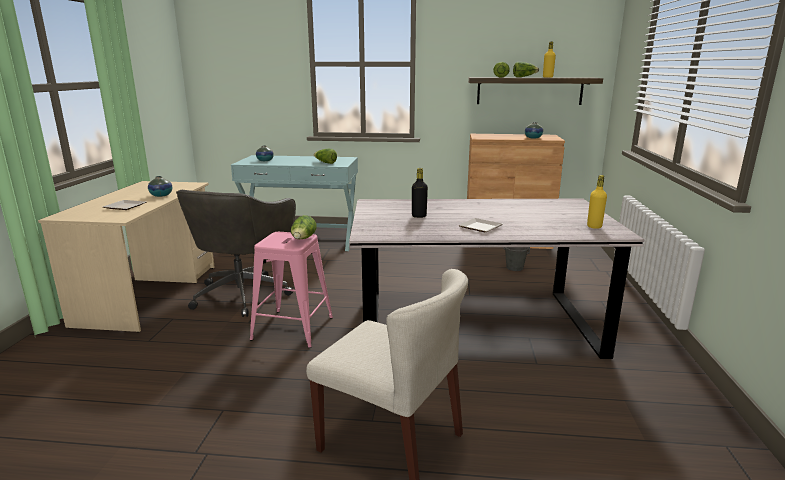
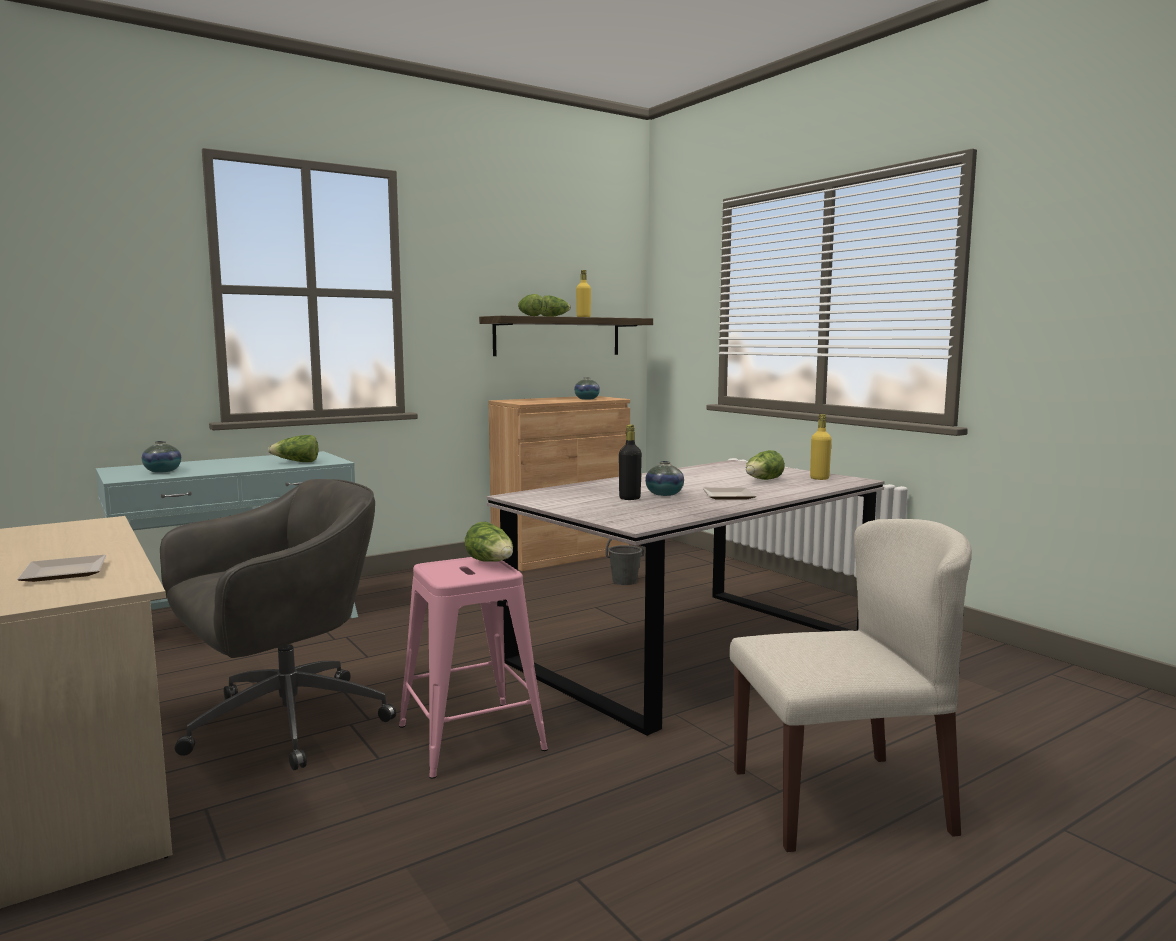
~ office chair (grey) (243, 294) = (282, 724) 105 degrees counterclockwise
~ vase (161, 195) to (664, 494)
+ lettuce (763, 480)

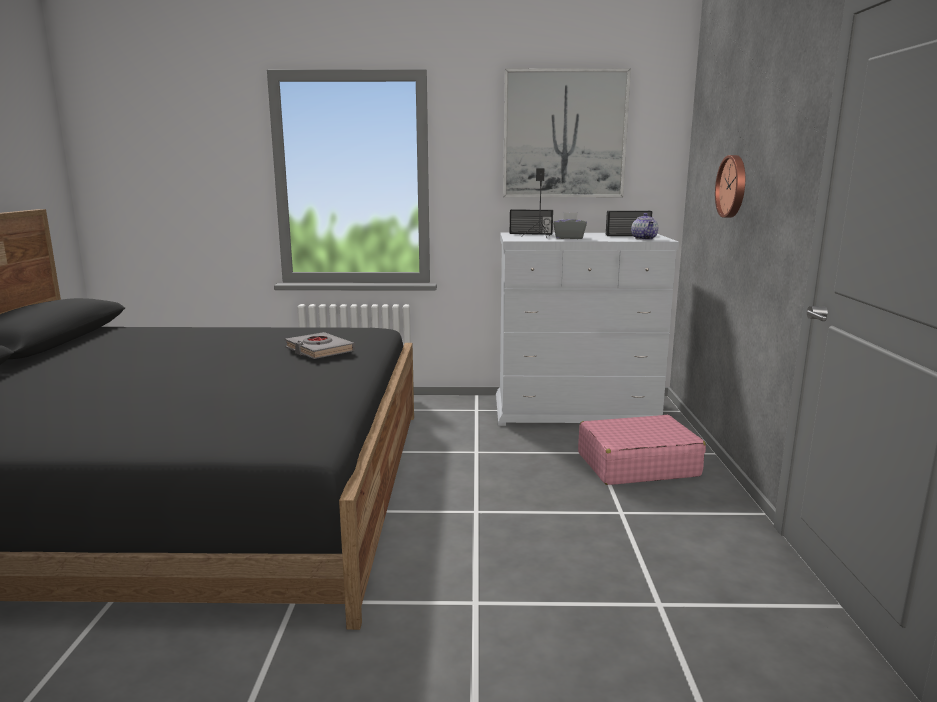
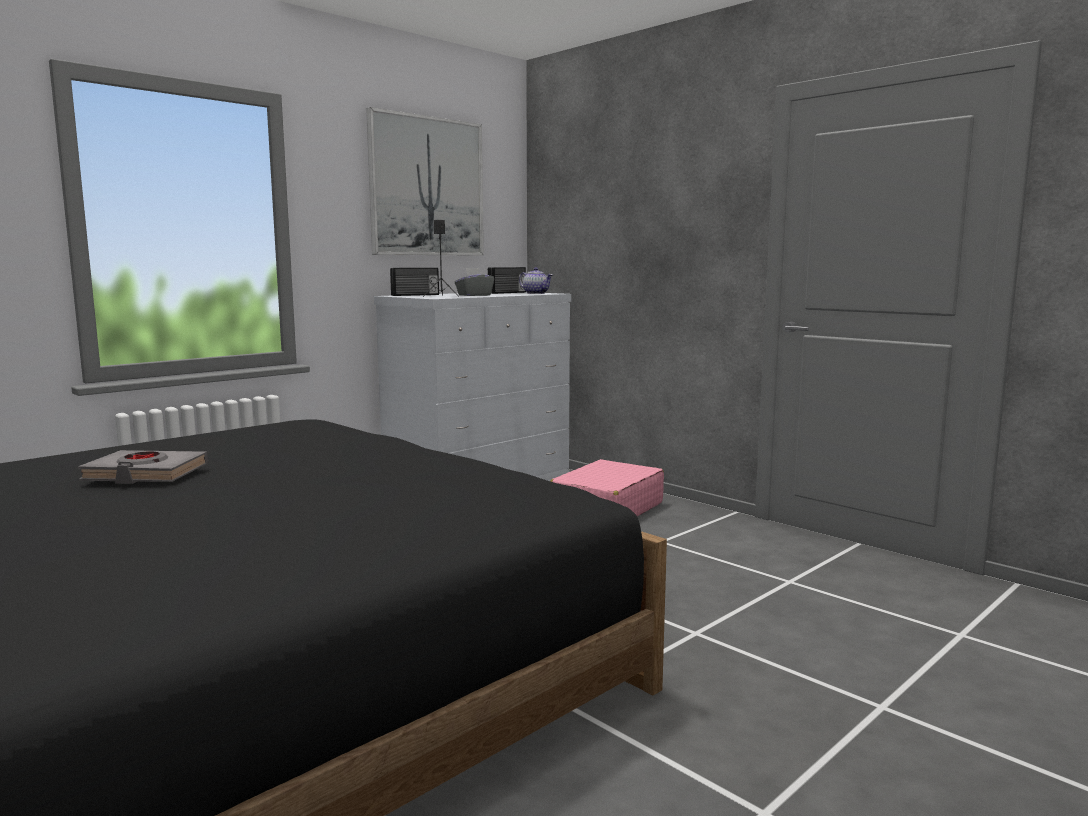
~ book (grey) (319, 350) to (145, 474)
- wall clock (733, 186)

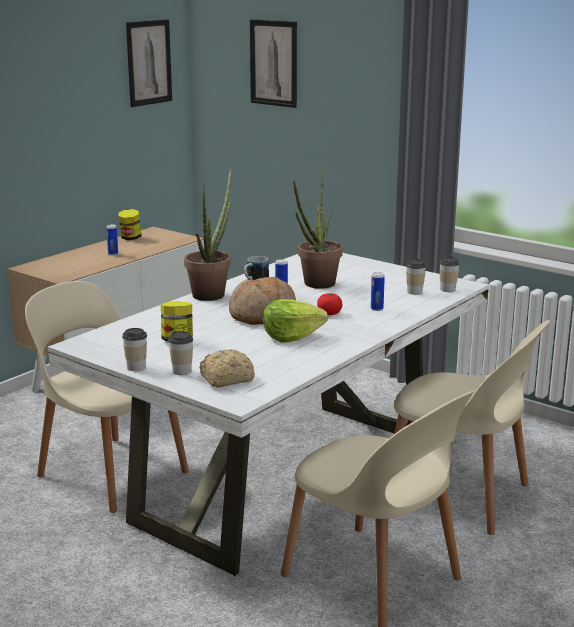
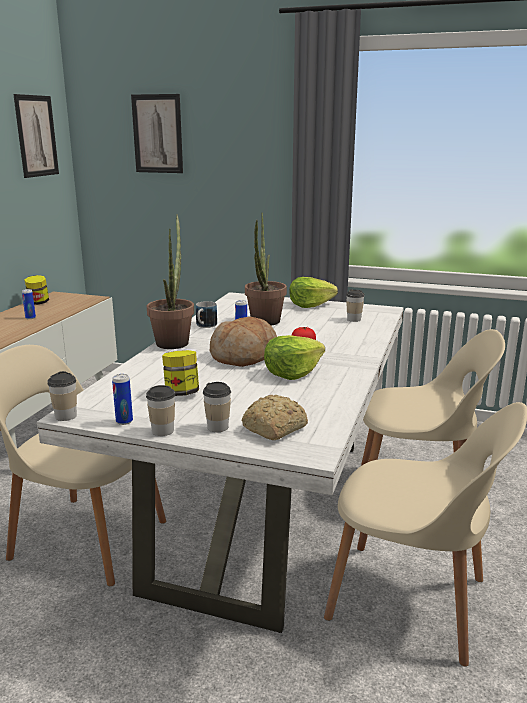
~ cup (447, 289) to (66, 416)
~ can (377, 309) to (124, 421)
+ lettuce (310, 305)

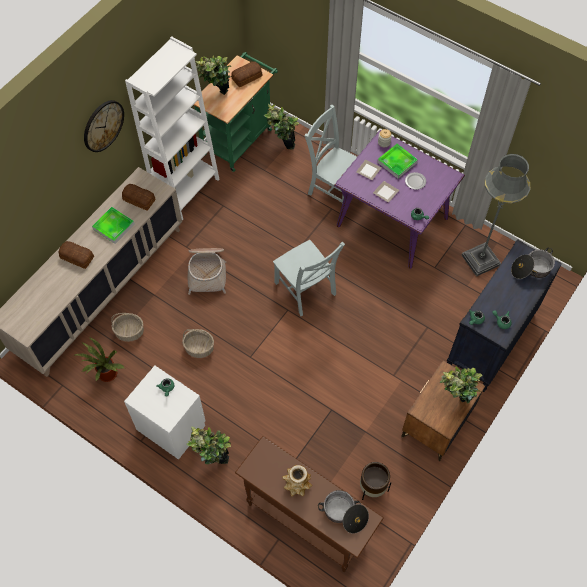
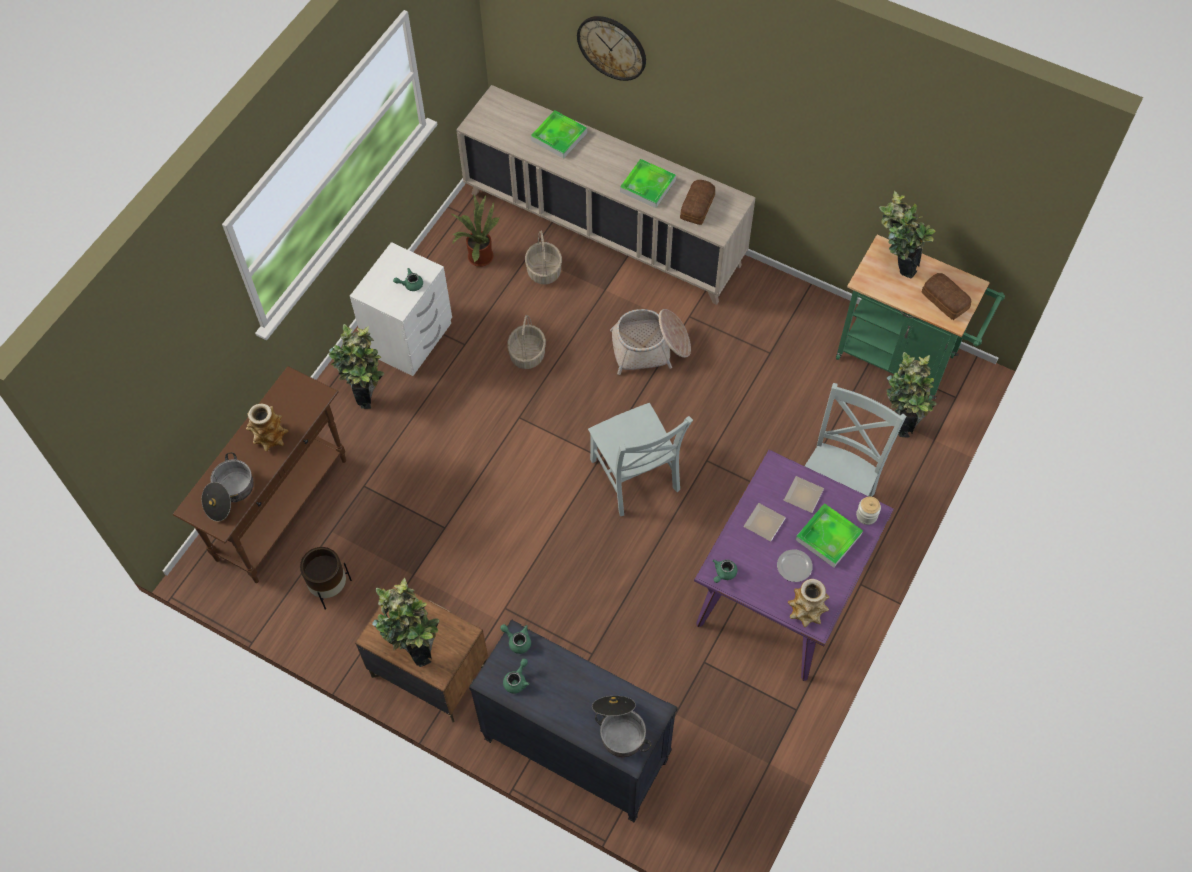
+ tray (559, 136)
~ wall clock (103, 125) to (612, 47)
~ chair (grey) (306, 290) = (635, 478) 75 degrees counterclockwise
+ vase (806, 611)
- bread (77, 256)
- bookcase (white) (187, 191)
- floor lamp (grey) (480, 260)

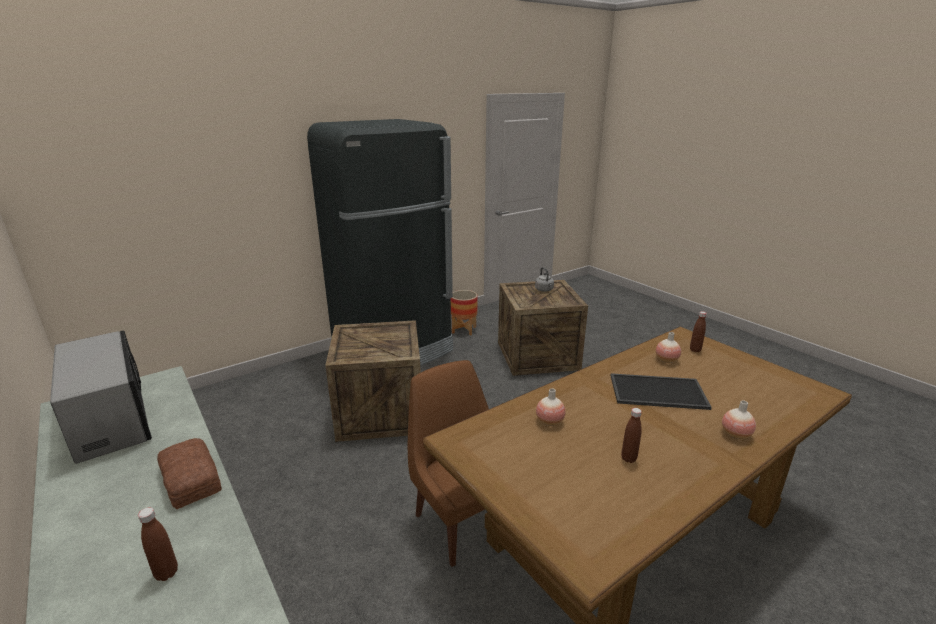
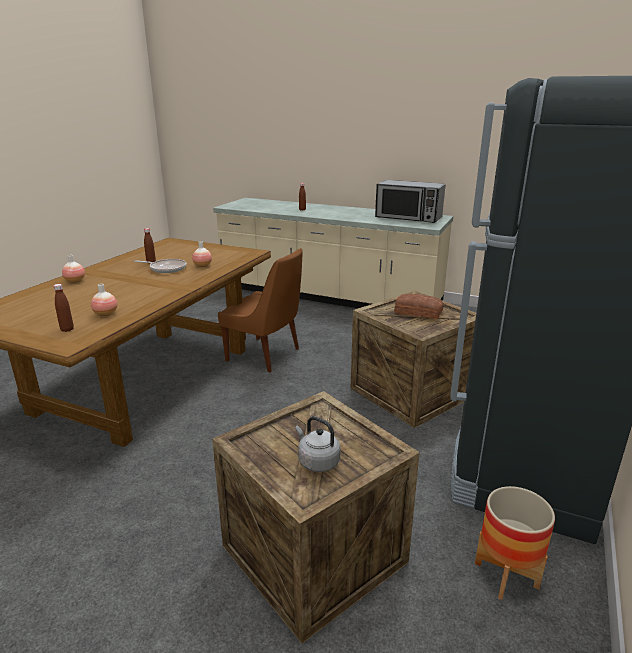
+ frying pan (166, 268)
~ bread (189, 480) to (418, 312)
- tray (657, 392)

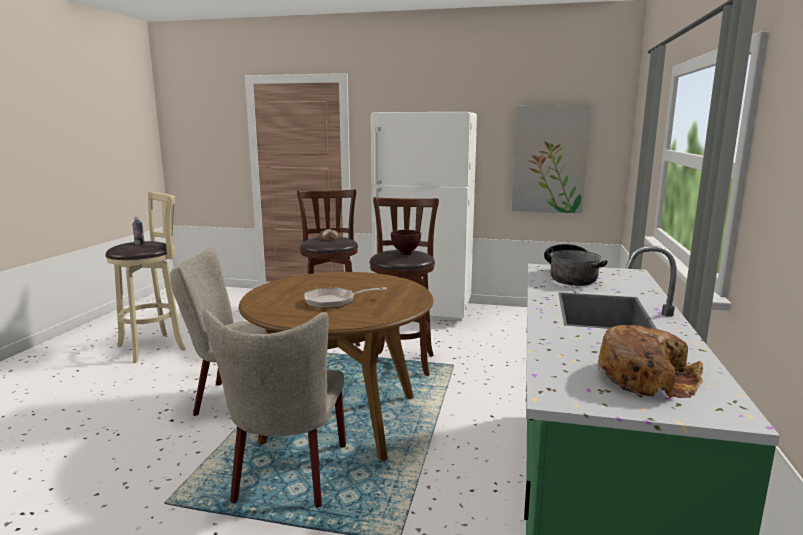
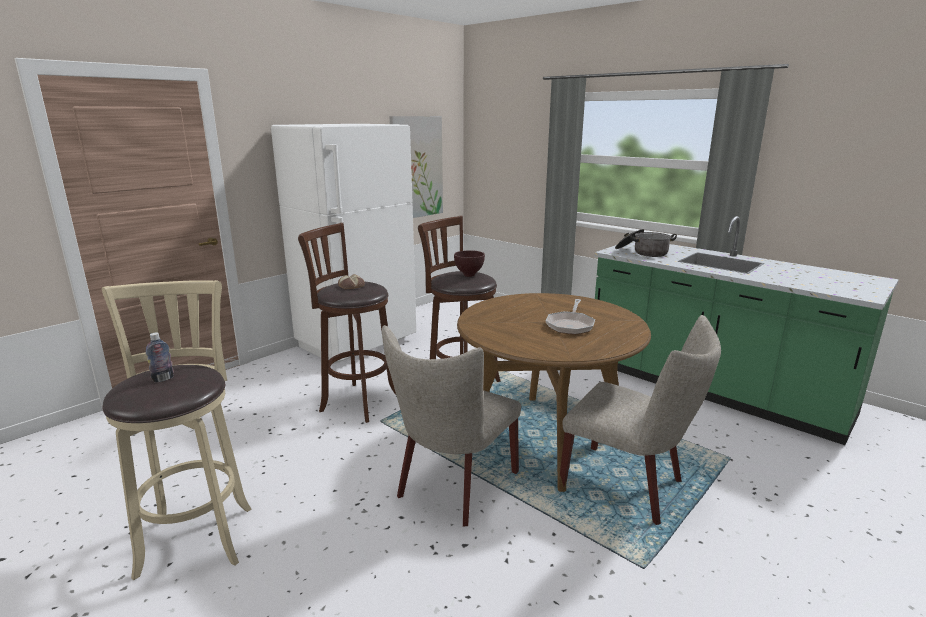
- bread (646, 377)

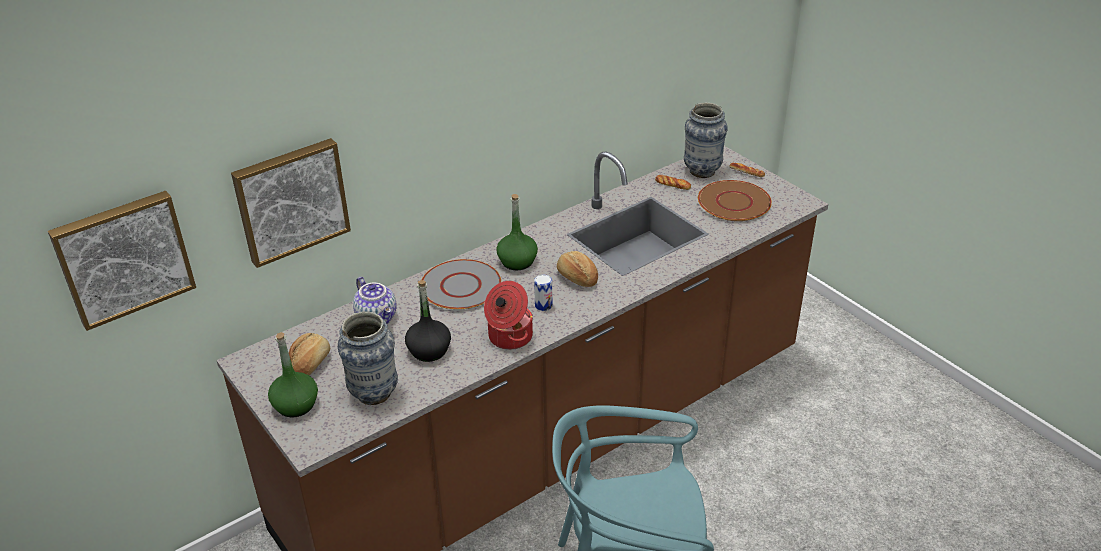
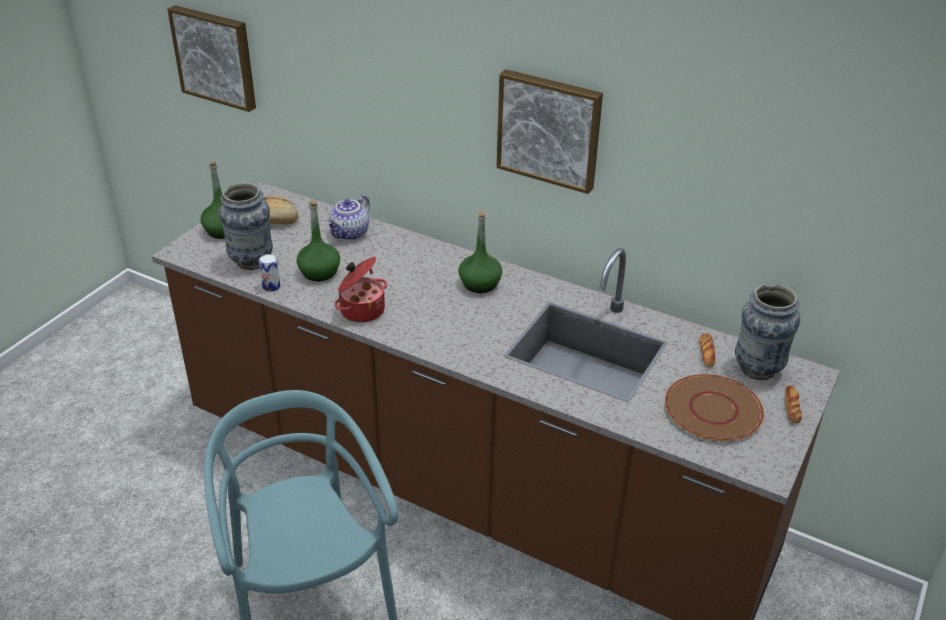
~ can (543, 305) to (271, 286)
~ bottle (black) (429, 350) to bottle (green) (319, 272)
~ picture (291, 200) to (550, 129)
- plate (grey) (461, 286)
- bread (576, 278)

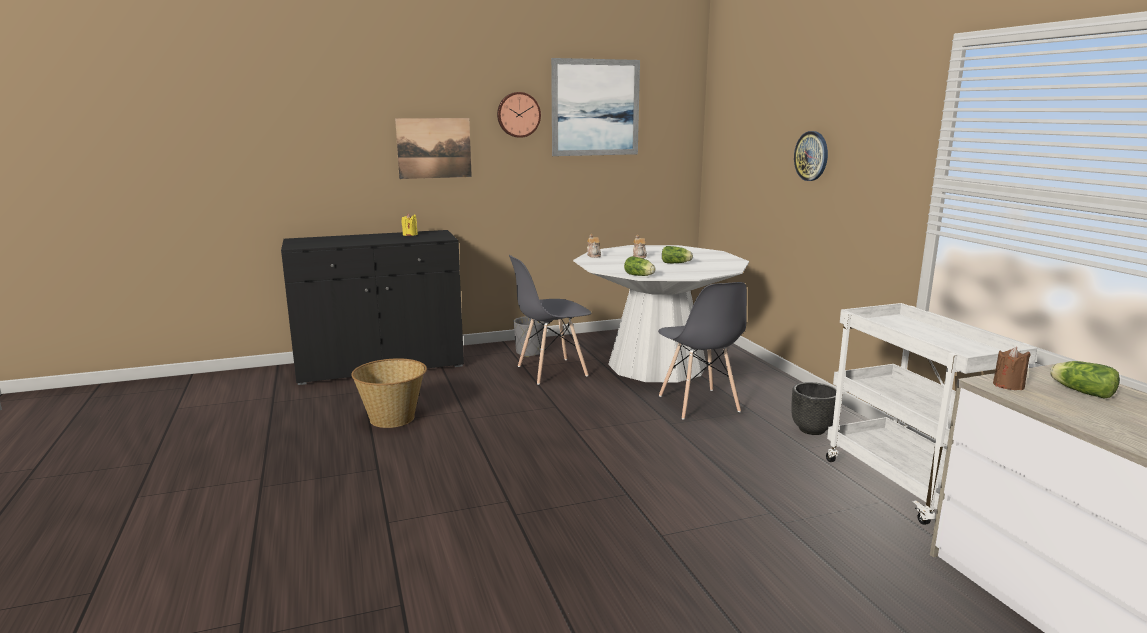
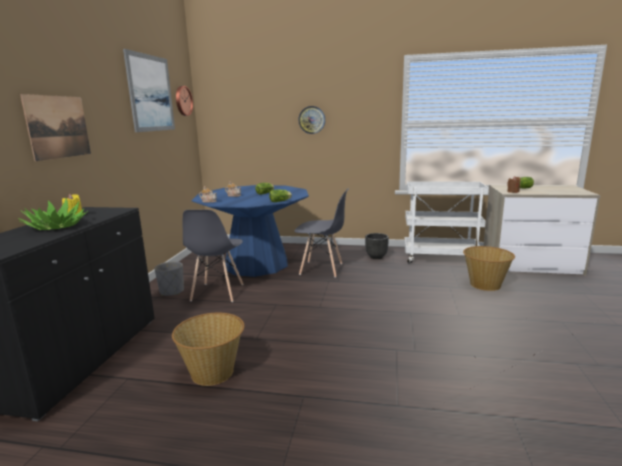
+ potted plant (56, 226)
~ wall clock (518, 114) to (183, 101)
~ dining table (white) (657, 365) to dining table (blue) (256, 264)
+ basket (485, 284)

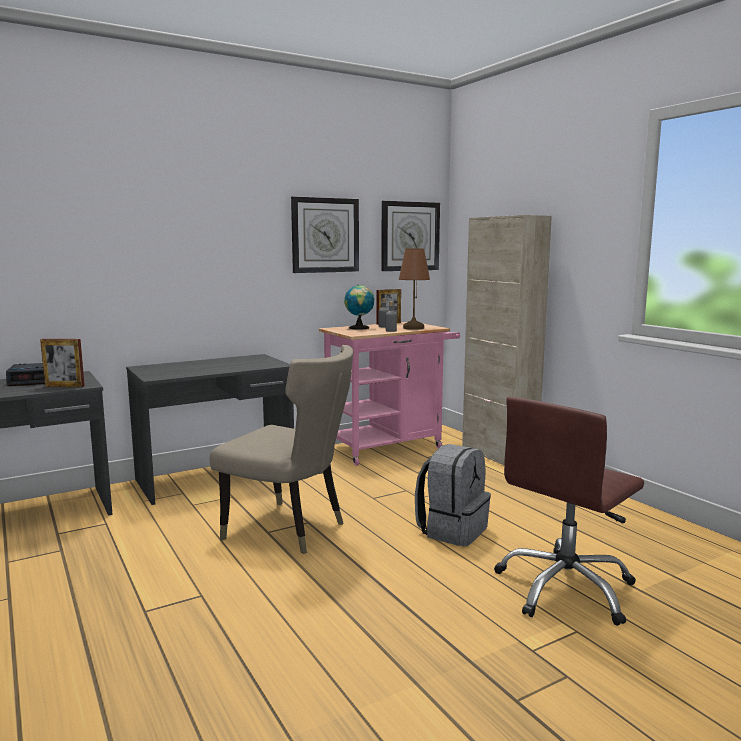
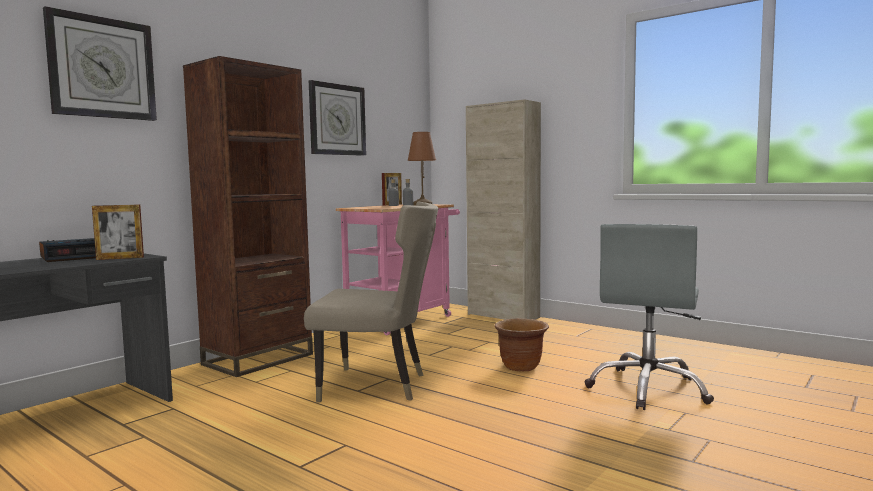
~ wall clock (410, 236) to (102, 68)
~ desk (grey) (216, 478) to bookcase (brown) (258, 359)
~ backpack (grey) (452, 530) to planter (brown) (521, 367)
~ office chair (brown) (566, 588) to office chair (grey) (648, 389)
- globe (359, 328)

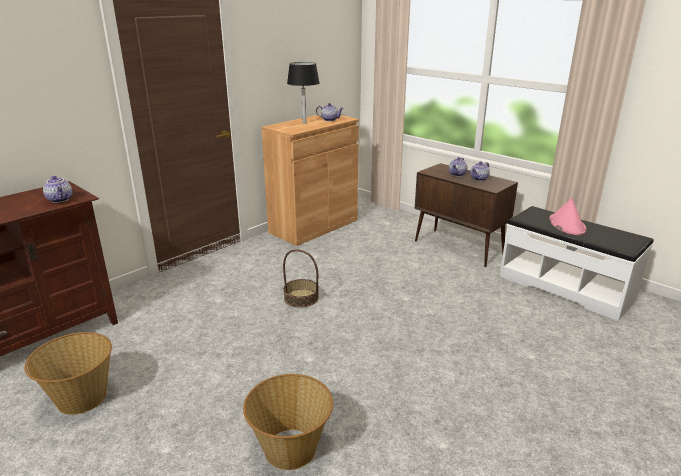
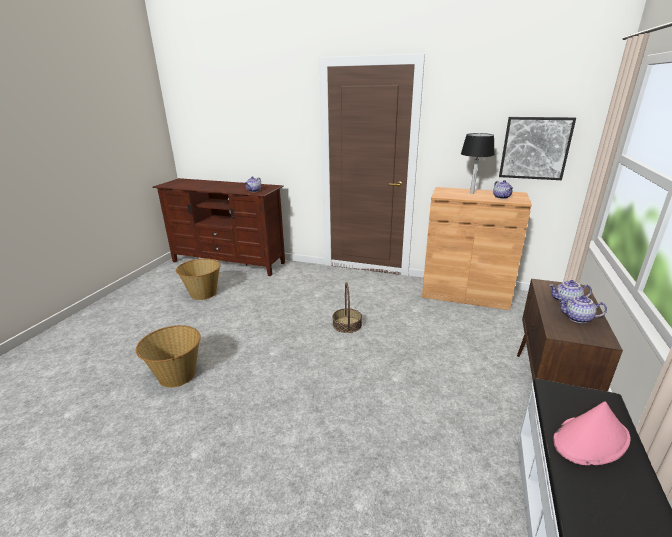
+ picture (535, 148)

